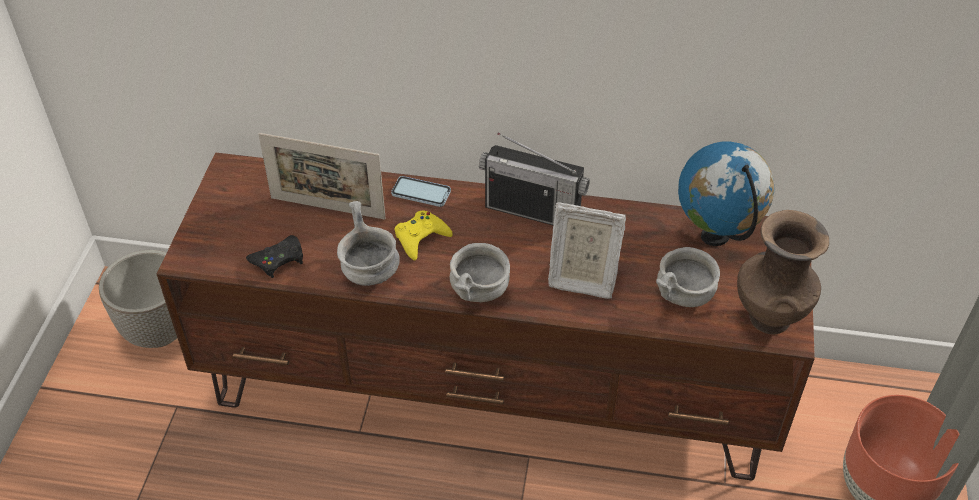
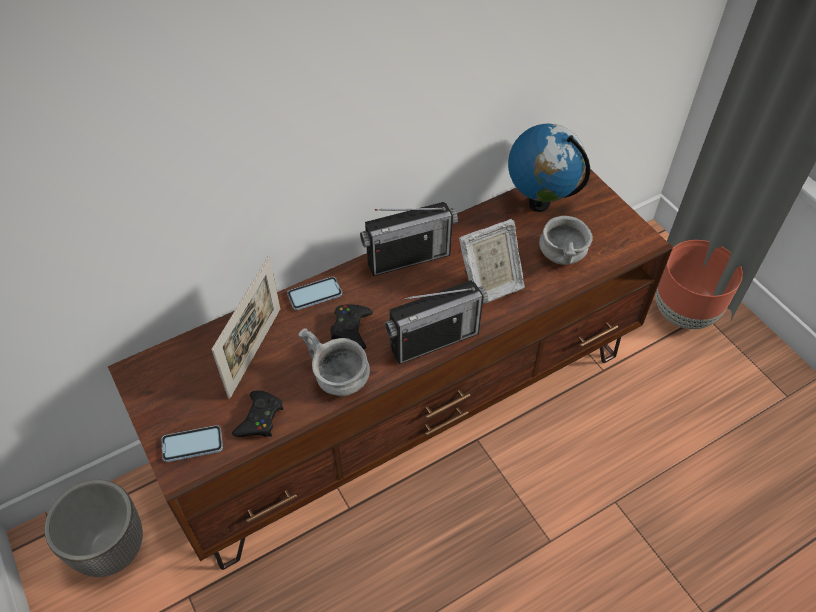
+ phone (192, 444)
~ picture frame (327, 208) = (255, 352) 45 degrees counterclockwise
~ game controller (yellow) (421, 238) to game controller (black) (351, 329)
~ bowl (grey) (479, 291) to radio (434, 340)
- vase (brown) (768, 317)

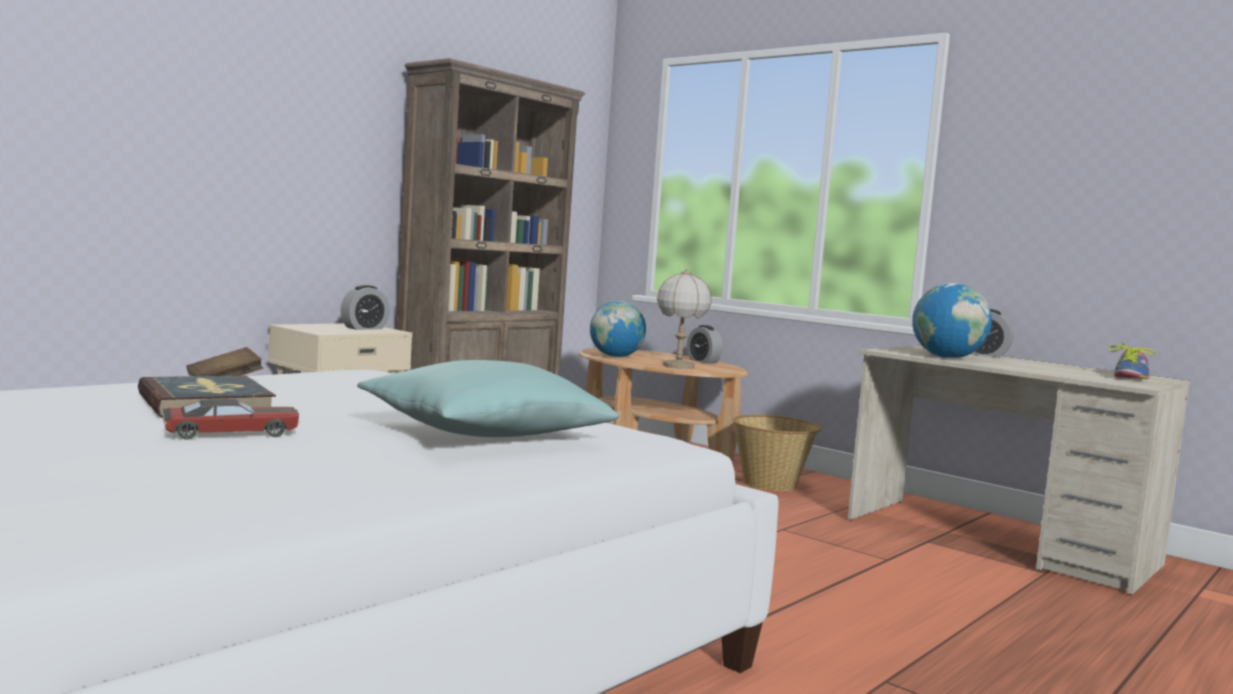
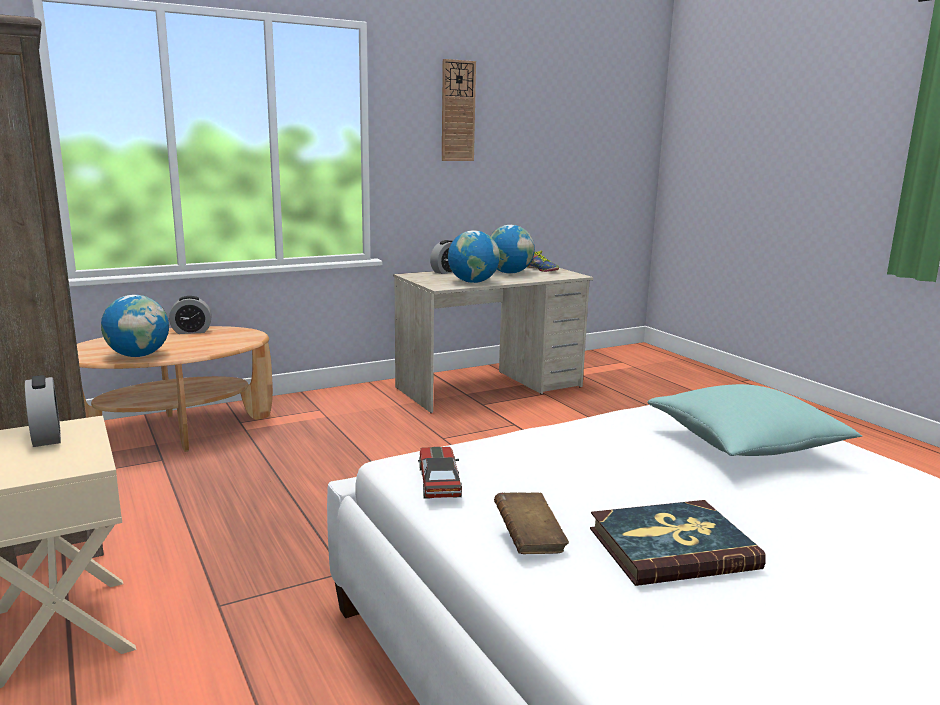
~ toy car (232, 433) to (439, 481)
+ wall clock (458, 111)
+ globe (509, 273)
- table lamp (679, 366)
- basket (771, 484)

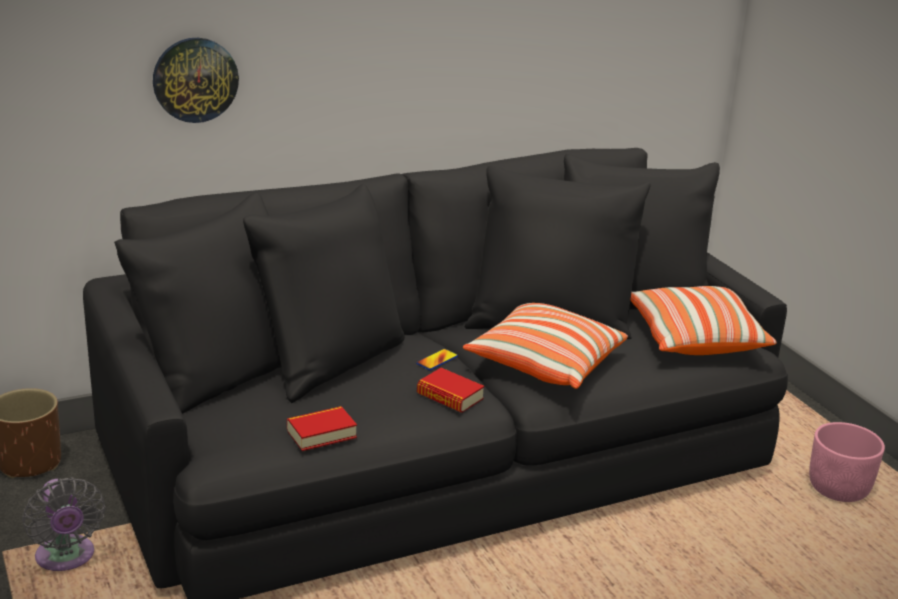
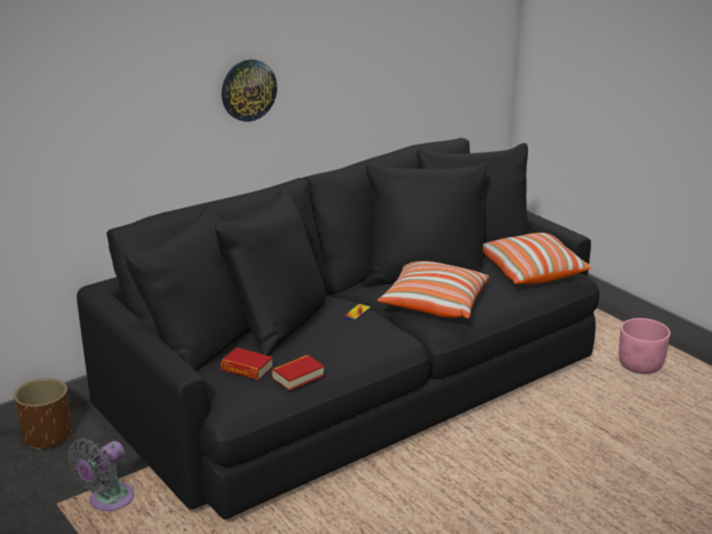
~ fan (grey) (66, 559) = (108, 501) 75 degrees clockwise
~ book (450, 396) to (247, 369)
~ wall clock (195, 79) to (248, 90)

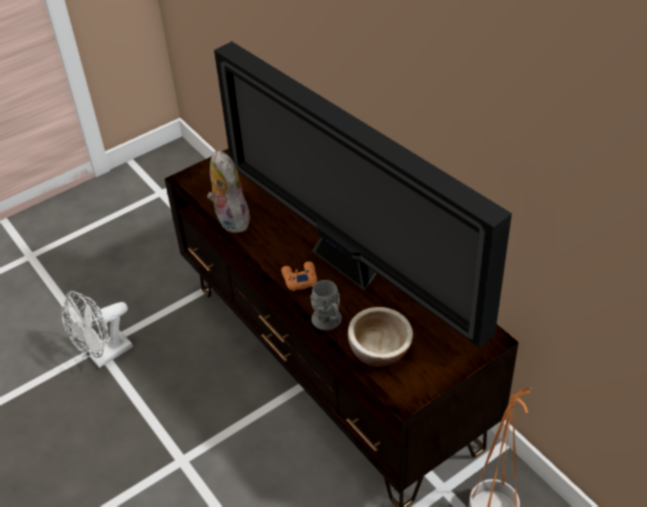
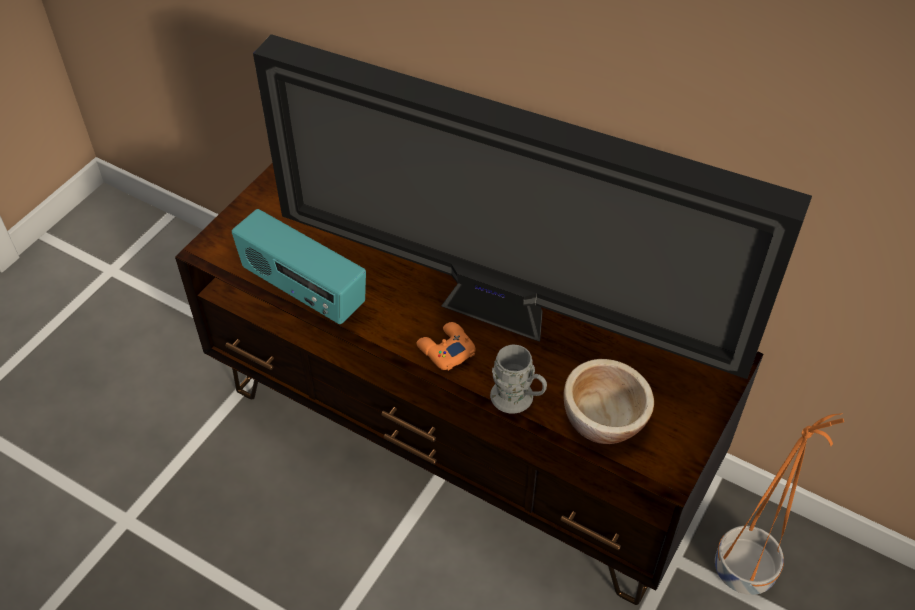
~ plush toy (229, 219) to radio (303, 291)
- fan (white) (104, 355)

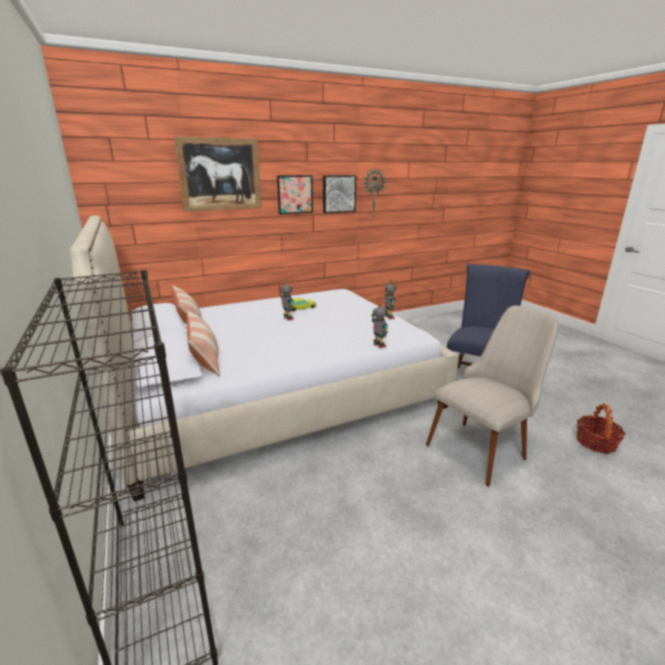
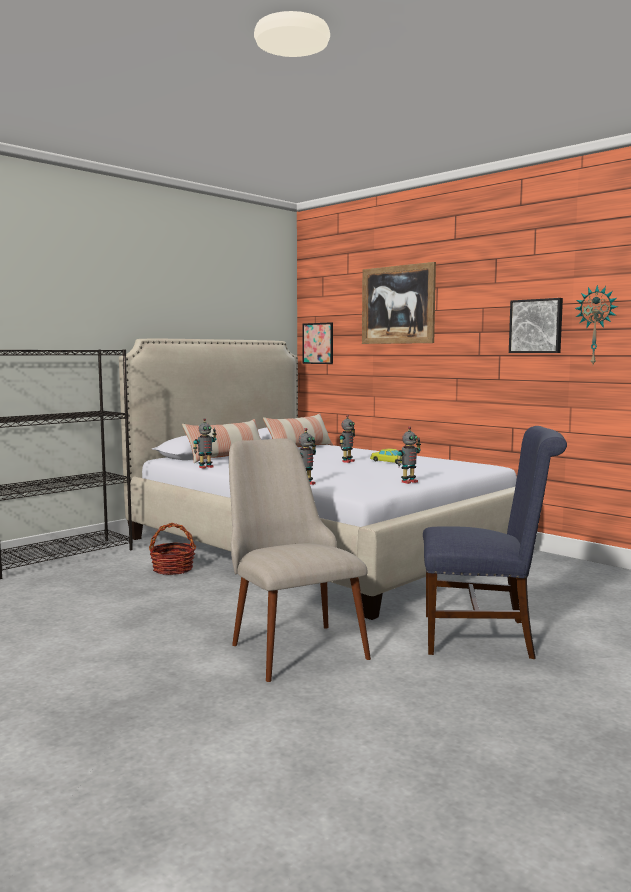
~ basket (596, 442) to (172, 569)
+ toy robot (205, 467)
~ chair (beige) (484, 445) = (289, 643) 150 degrees counterclockwise
~ picture (295, 194) to (318, 343)

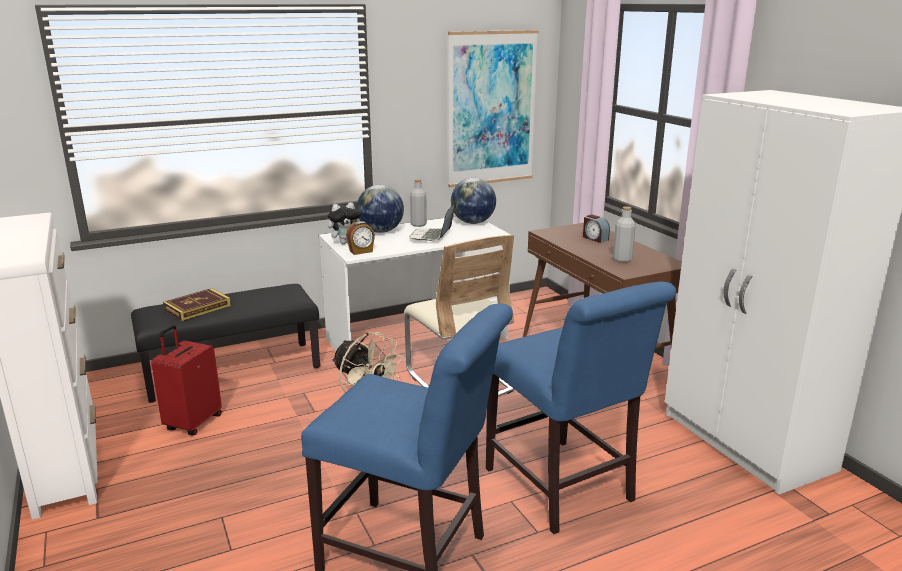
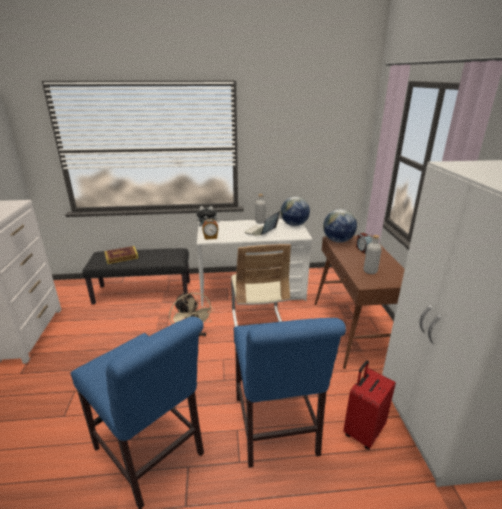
~ globe (380, 231) to (338, 241)
~ suitcase (red) (192, 423) to (363, 431)
- picture (491, 109)

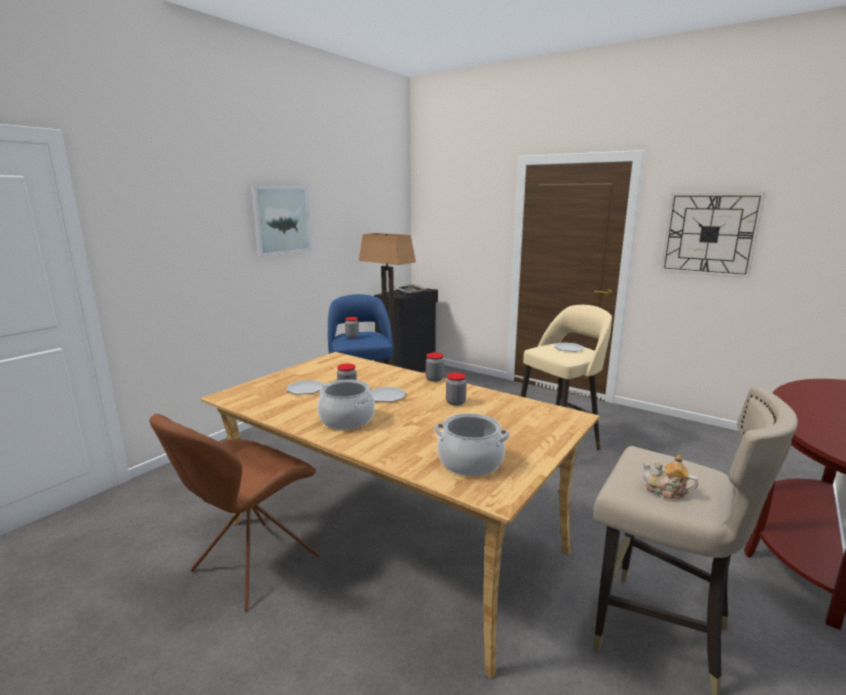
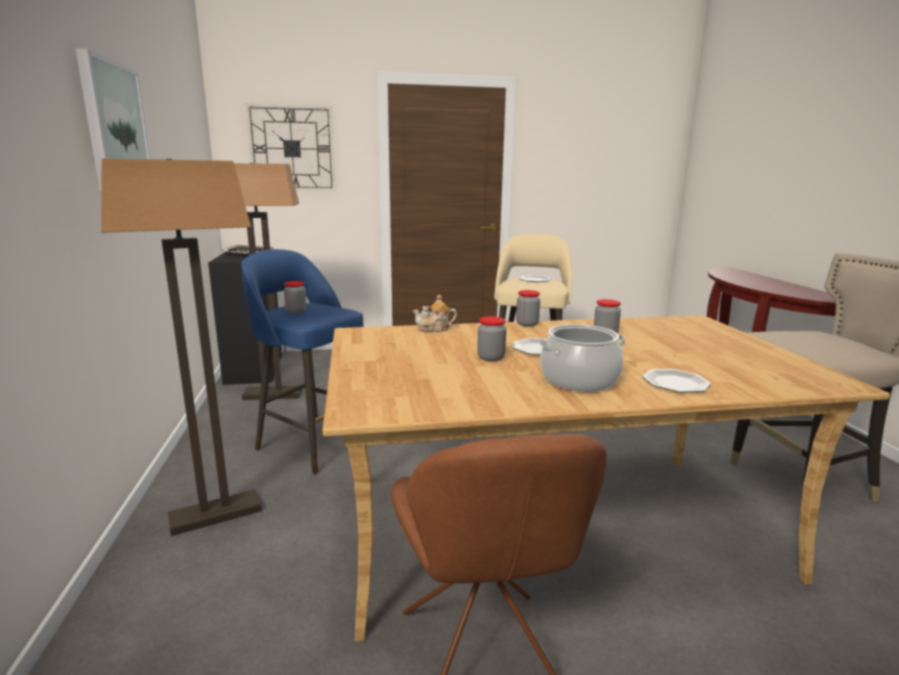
+ floor lamp (215, 515)
~ wall clock (709, 234) to (292, 148)
~ teapot (666, 491) to (434, 329)
~ plate (305, 389) to (676, 383)
- cooking pot (470, 462)

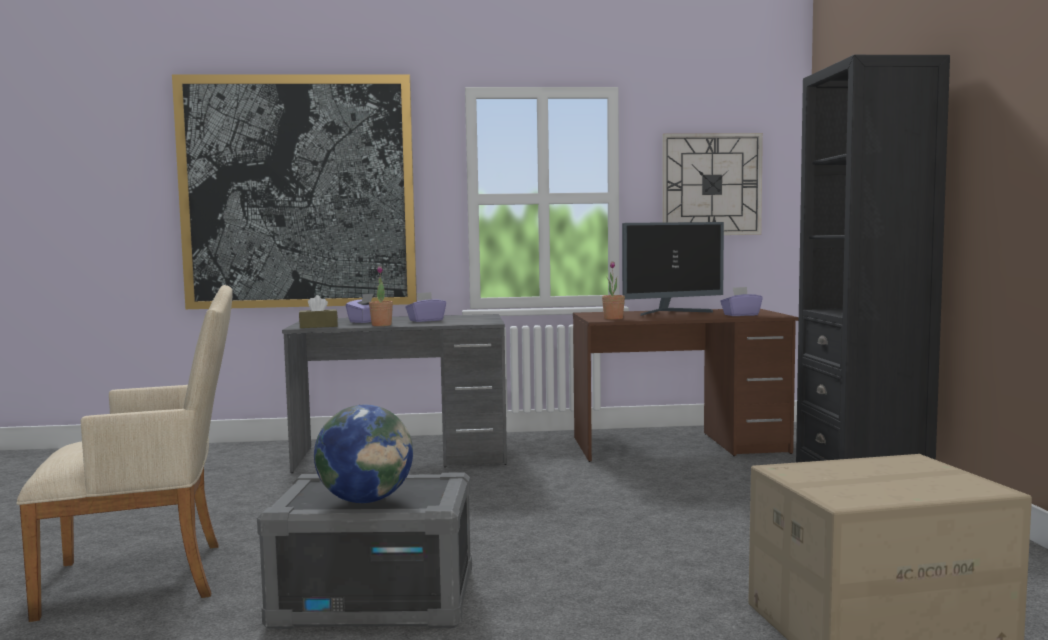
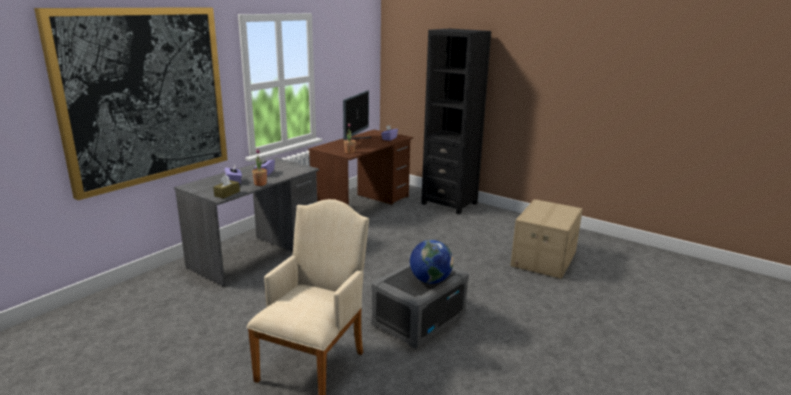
- wall clock (711, 184)

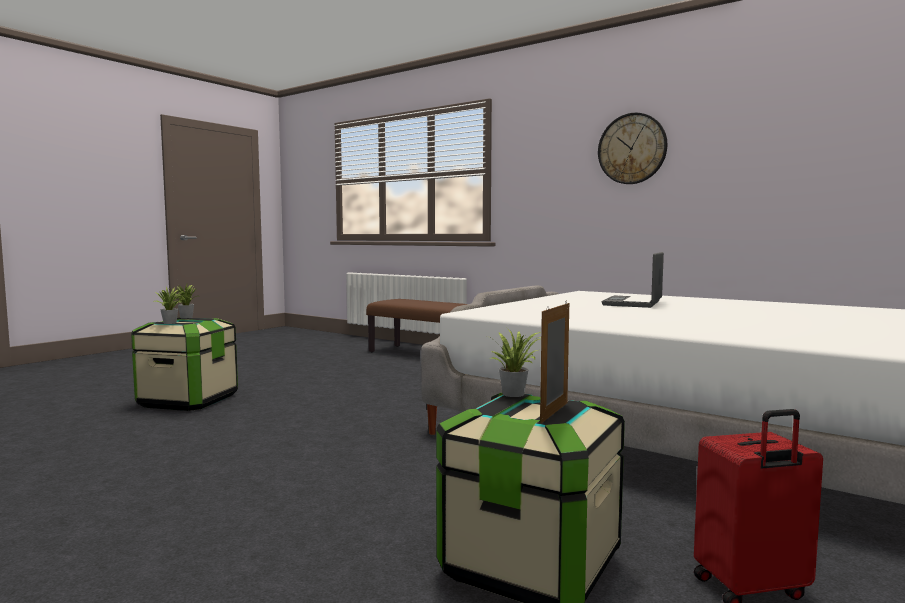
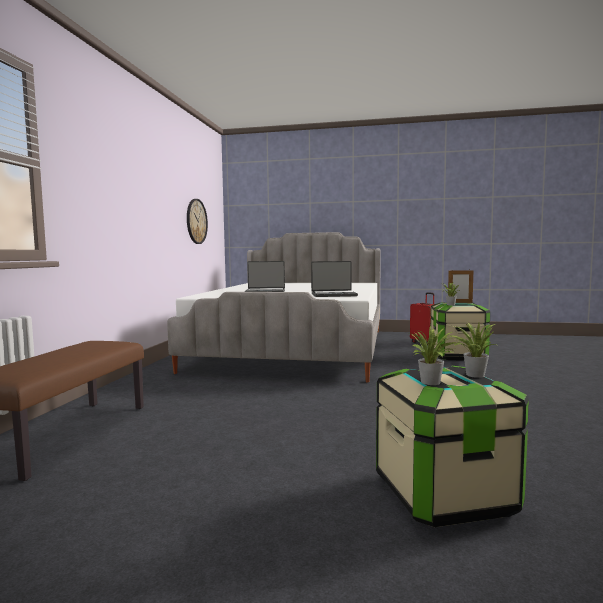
~ wall clock (632, 149) to (196, 221)
+ laptop (333, 295)

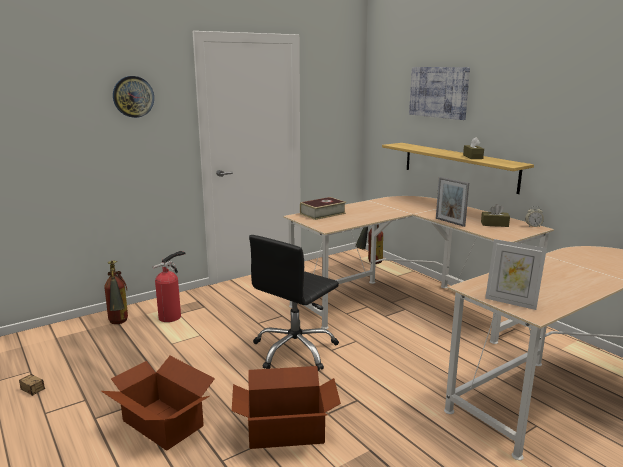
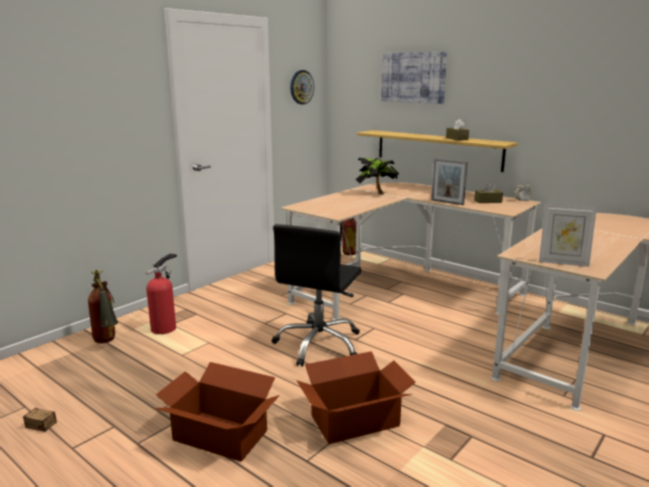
~ wall clock (133, 96) to (301, 87)
+ potted plant (376, 193)
- book (322, 213)

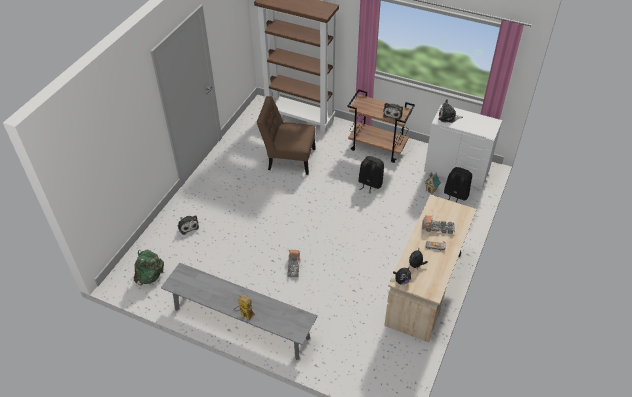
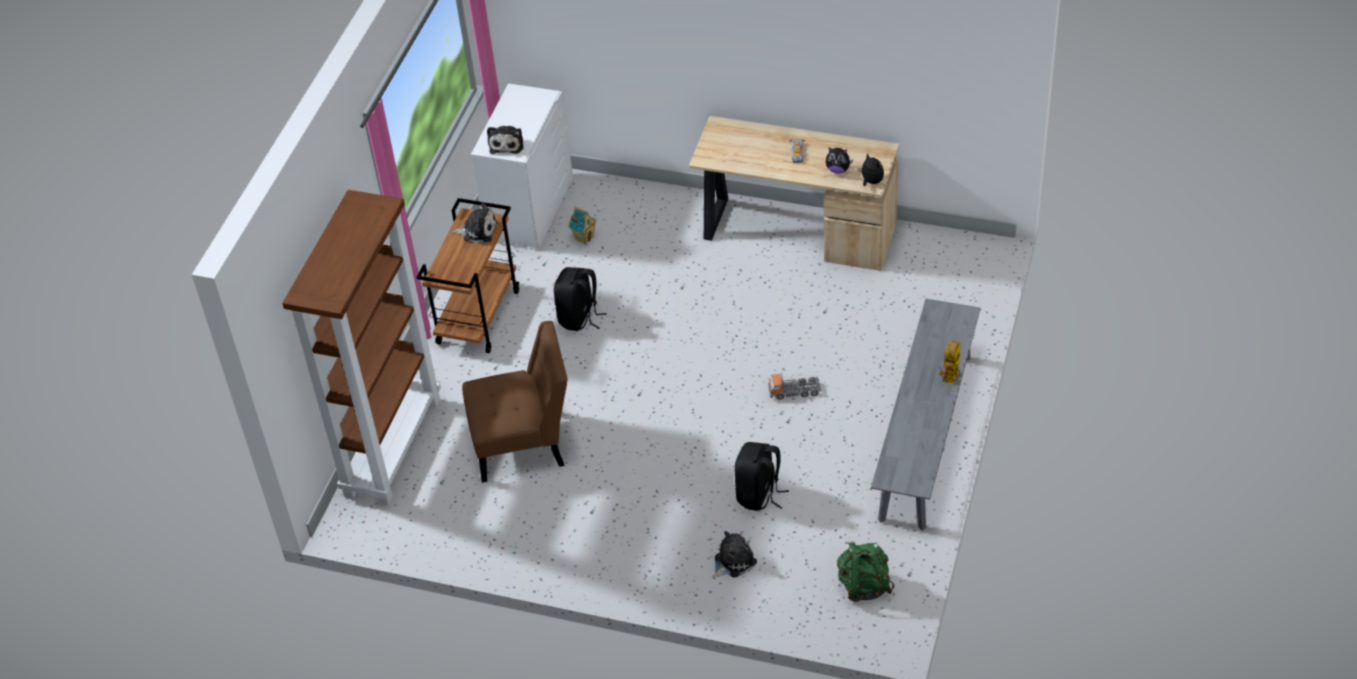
~ chair (brown) (288, 158) = (524, 443) 105 degrees counterclockwise
~ backpack (black) (455, 195) to (759, 495)
- toy truck (437, 228)

